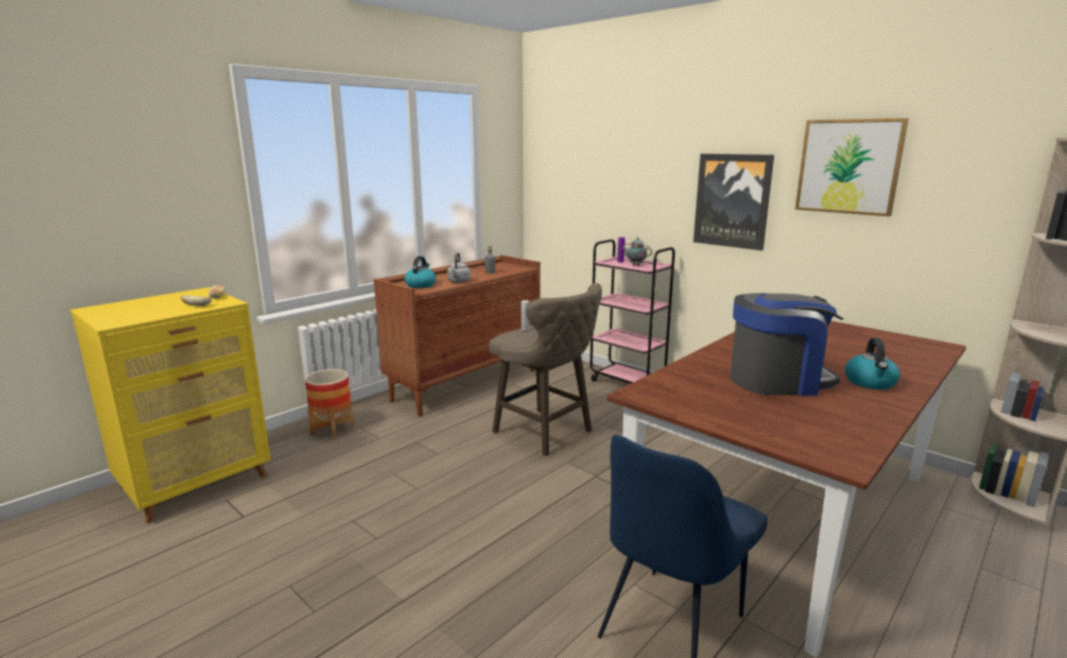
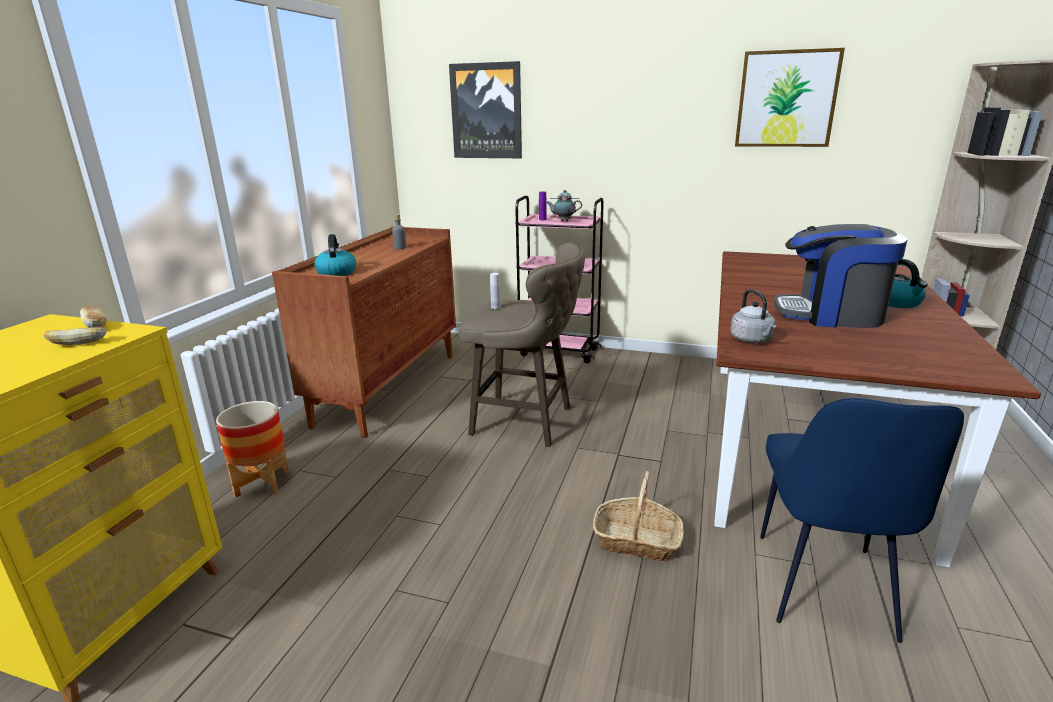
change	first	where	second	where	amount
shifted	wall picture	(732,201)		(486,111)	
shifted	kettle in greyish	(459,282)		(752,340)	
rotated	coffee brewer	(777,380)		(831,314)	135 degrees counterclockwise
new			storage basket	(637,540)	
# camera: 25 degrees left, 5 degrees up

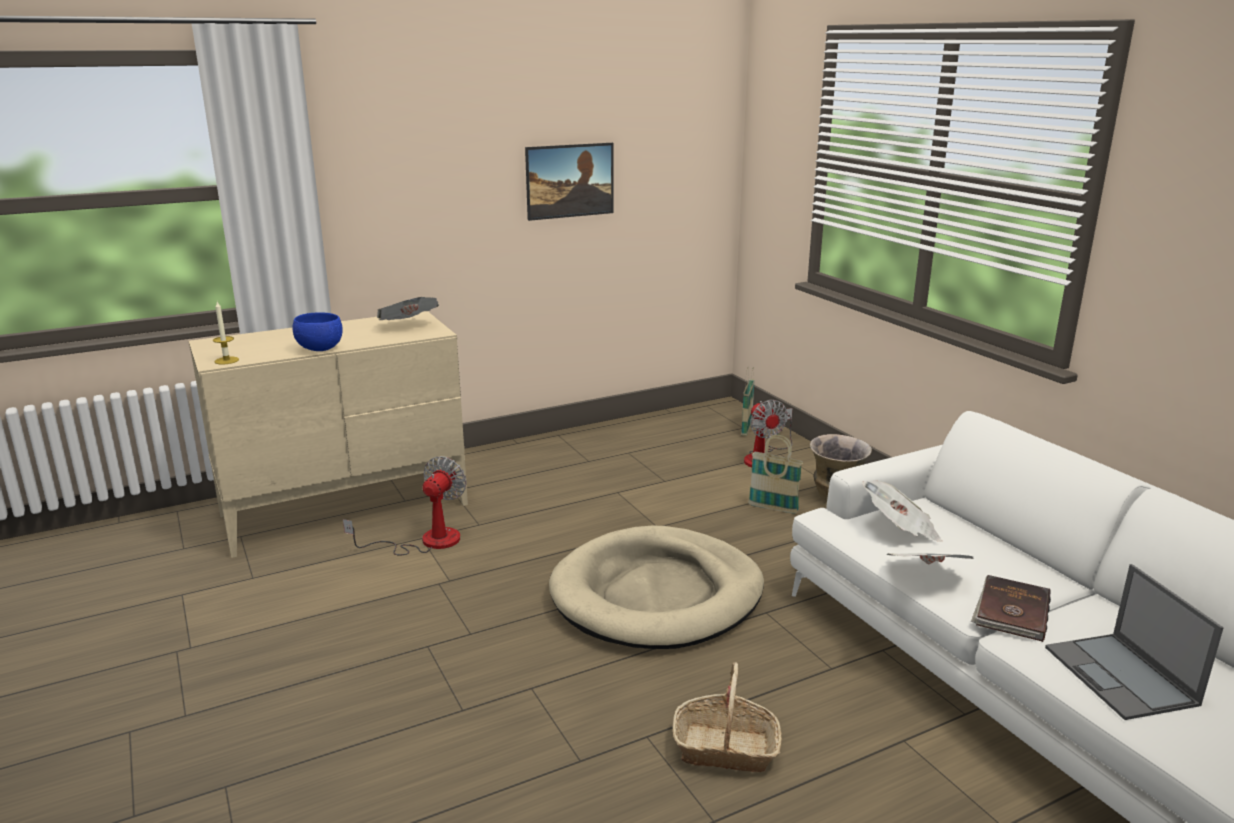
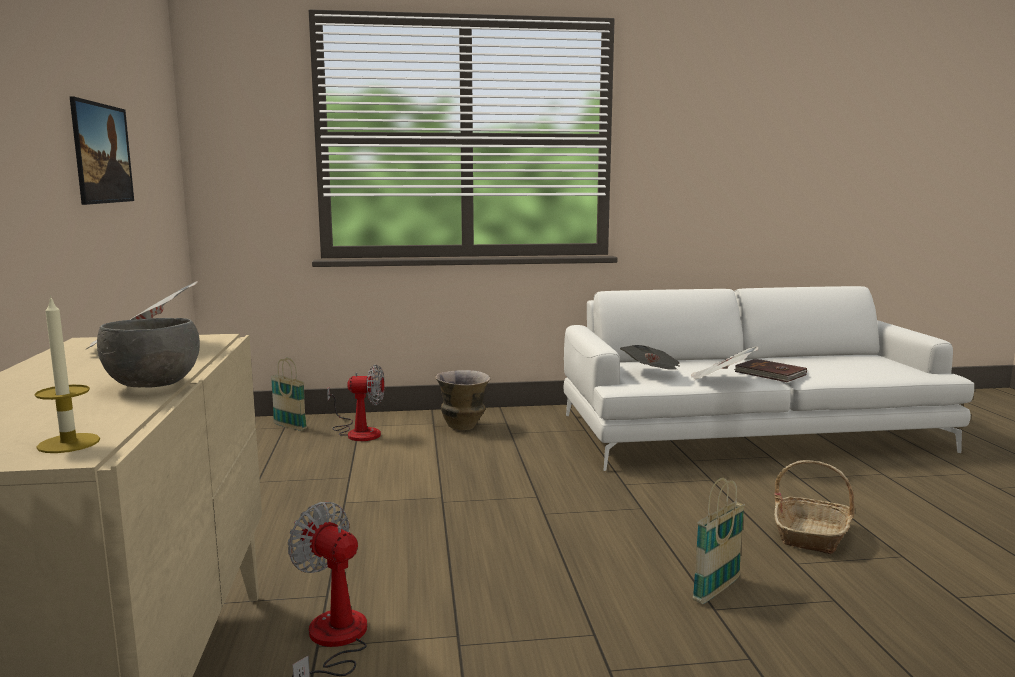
change	first	where	second	where	amount
repainted	deep dish in blue-coloured	(320,349)	deep dish in greyish	(155,385)	
shifted	storage basket	(773,508)		(716,590)	
gone	dog bed in sand-coloured	(657,595)			
gone	portable computer	(1121,677)			
# camera: 70 degrees left, 10 degrees down

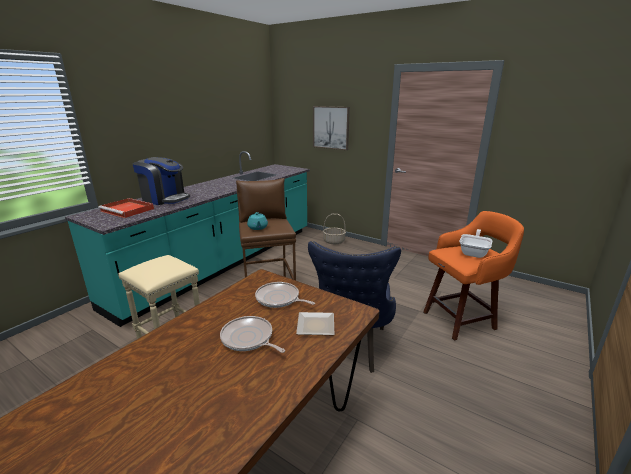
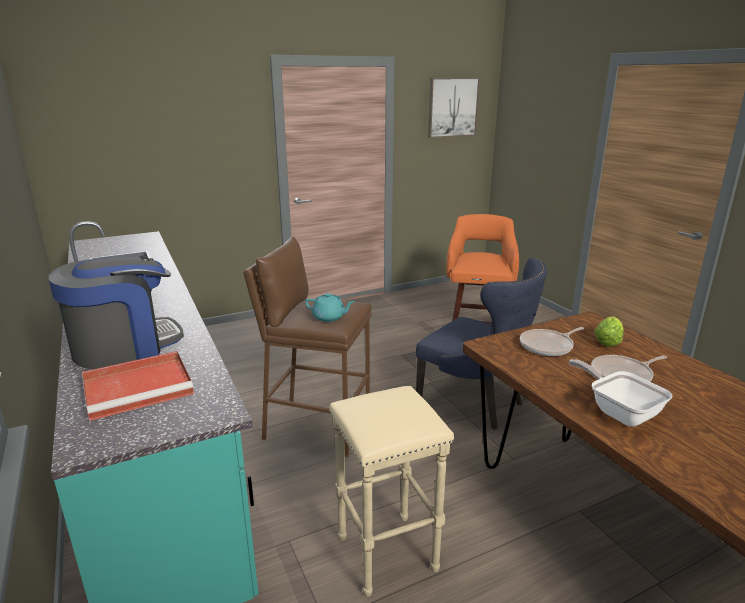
change	first	where	second	where	amount
shifted	wall picture	(331,127)		(452,107)	
gone	storage basket	(334,241)			
shifted	frying pan	(474,252)		(619,411)	
swapped	dinner plate	(314,325)	lettuce head	(608,341)	
# camera: 60 degrees left, 0 degrees up

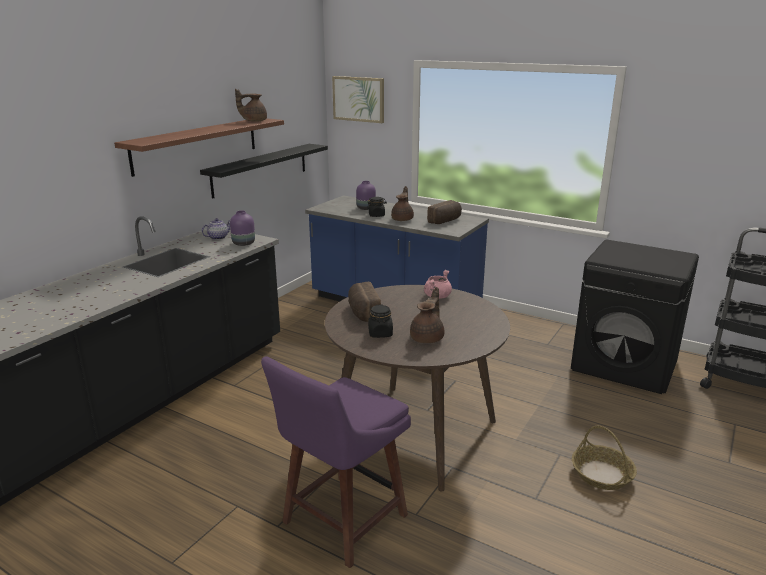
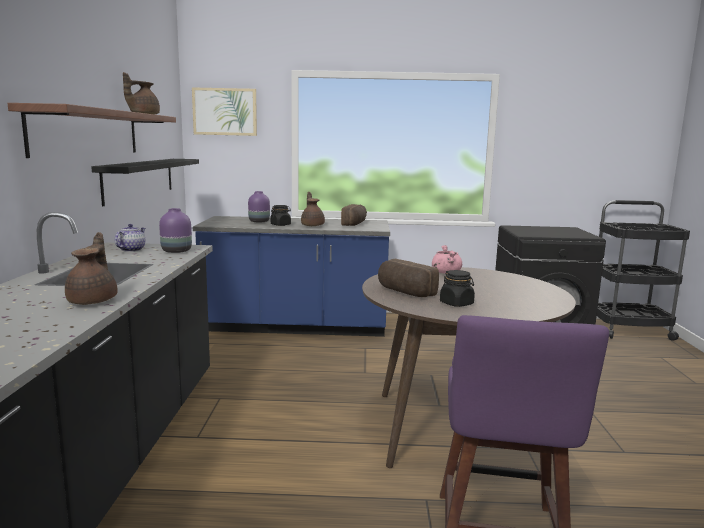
change	first	where	second	where	amount
shifted	tea pot in brown-coloured	(428,338)		(94,300)	
gone	storage basket	(602,474)			
# camera: 30 degrees left, 10 degrees down

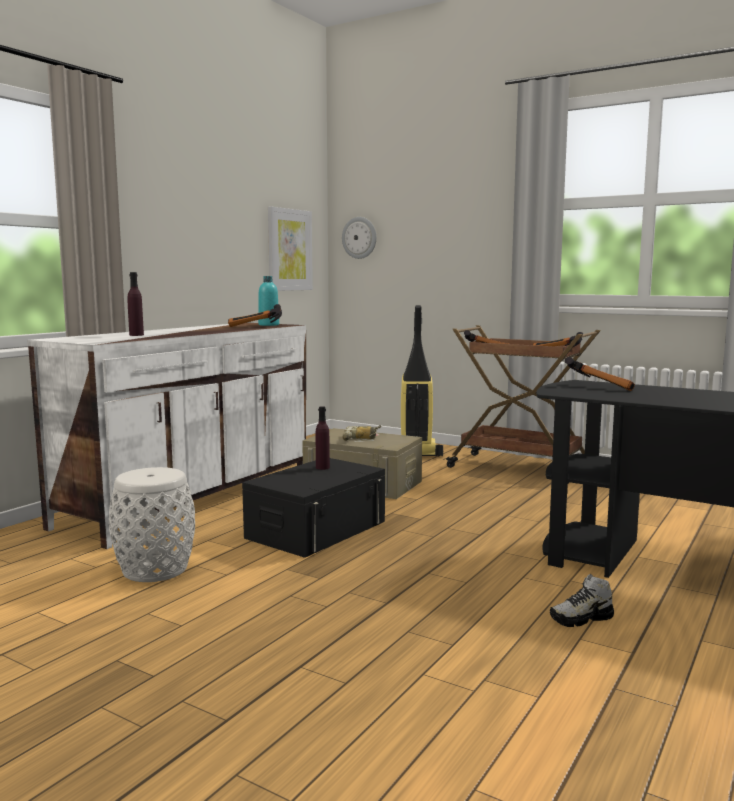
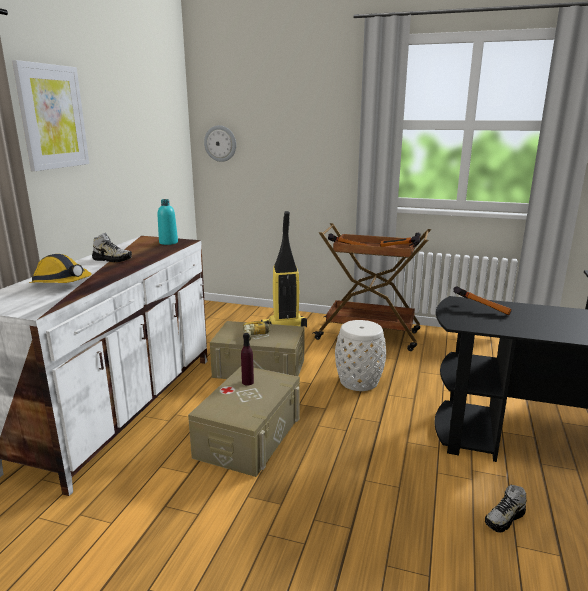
change	first	where	second	where	amount
shifted	wall picture	(289,250)		(52,117)	
swapped	bottle in purple-coloured	(136,335)	work helmet	(62,283)	
gone	tool hammer	(255,327)			
repainted	storage bin in black-coloured	(316,529)	storage bin in sand-coloured	(249,436)	
shifted	sitting stool in white	(155,570)		(358,381)	
new			shoe	(112,259)	
# camera: 15 degrees left, 10 degrees up

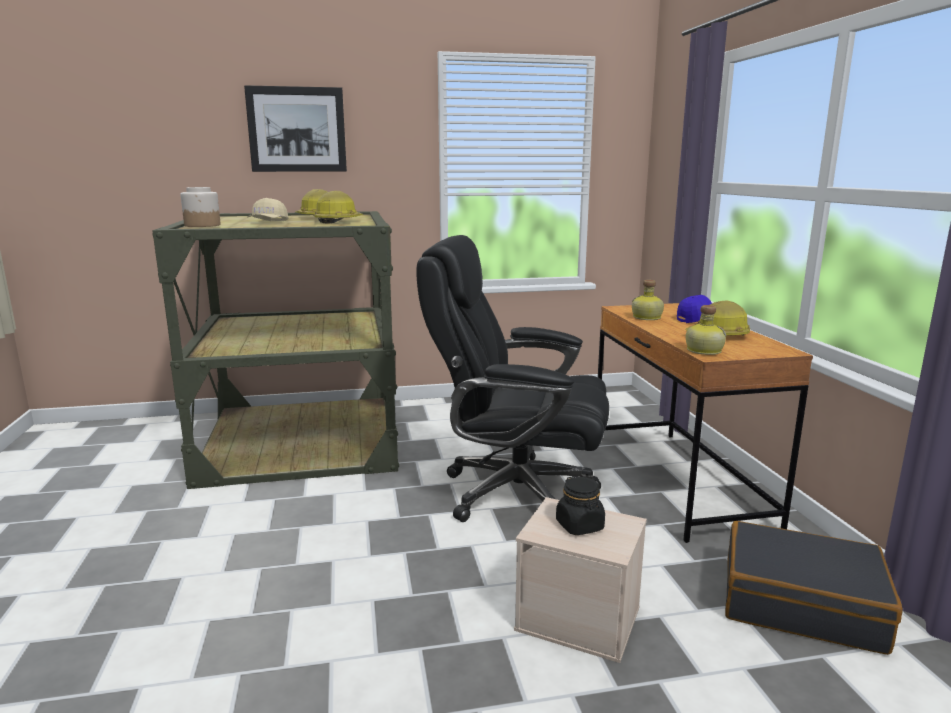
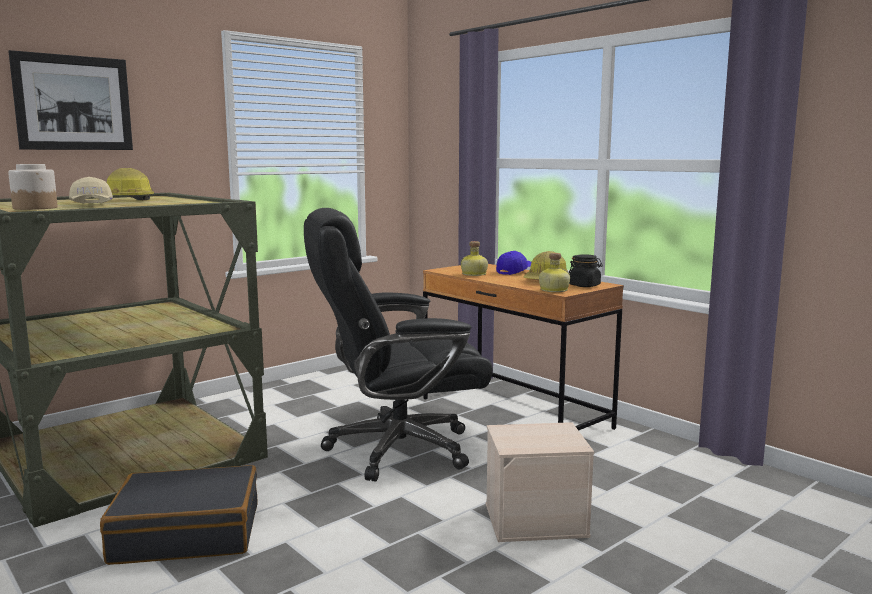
change	first	where	second	where	amount
gone	work helmet	(338,221)			
shifted	jar in black-coloured	(580,526)		(584,285)	
shifted	travel case in black-coloured	(801,603)		(187,533)	
# camera: 30 degrees left, 5 degrees down

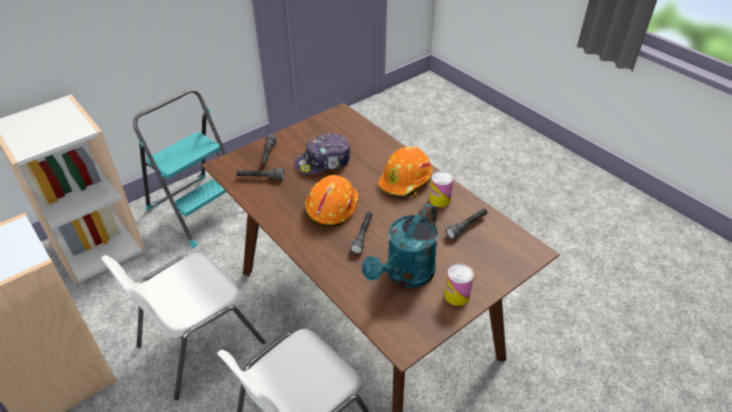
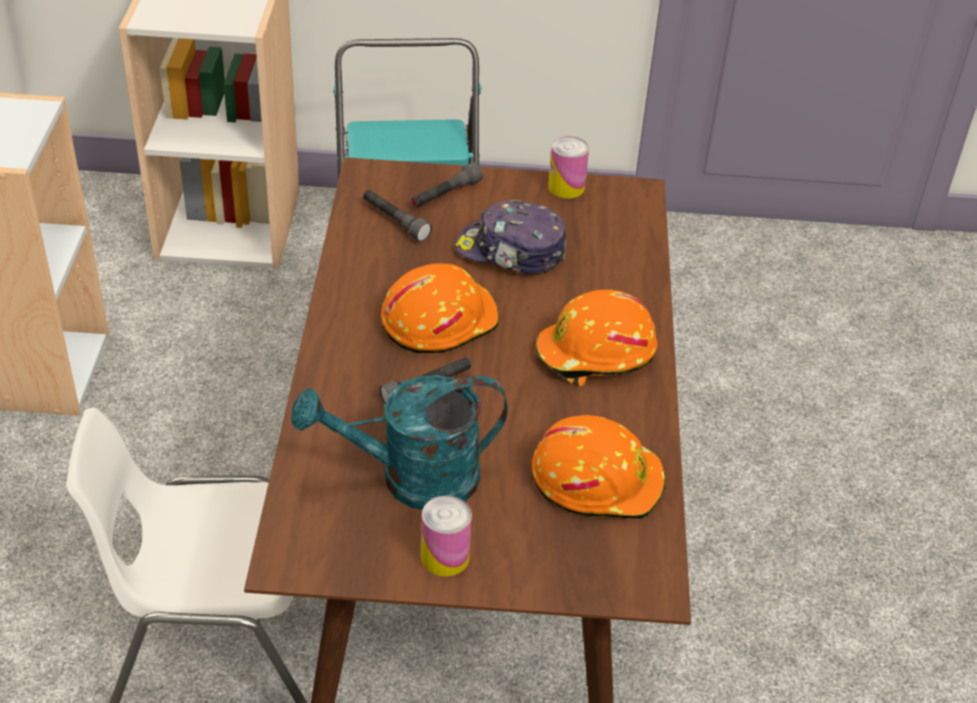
change	first	where	second	where	amount
shifted	metal can	(439,199)		(566,187)	
swapped	torch in greyish	(467,226)	work helmet in orangey	(597,479)	
gone	upright chair in white	(198,344)			
# camera: 40 degrees right, 0 degrees up

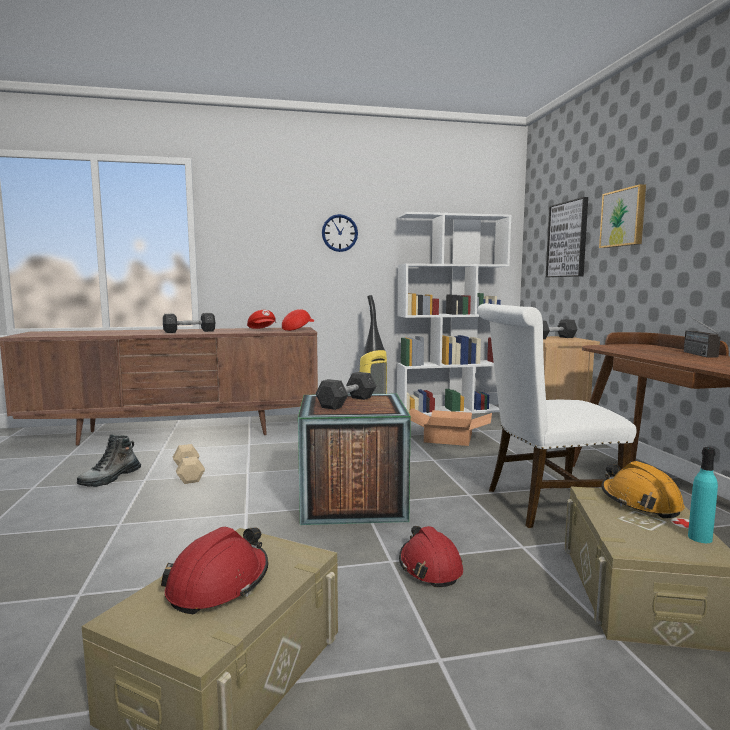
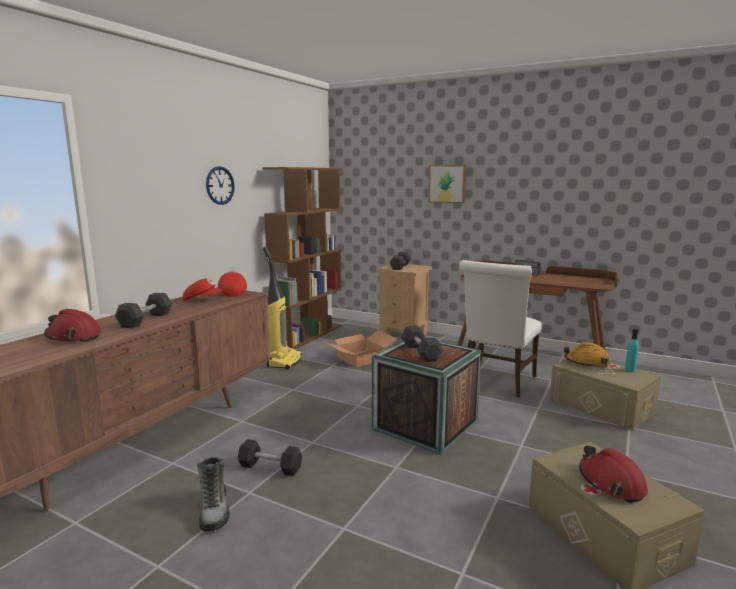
change	first	where	second	where	amount
gone	wall picture	(567,239)			
repainted	shelving unit in white	(450,410)	shelving unit in brown-coloured	(308,335)	
repainted	free weight in sand-coloured	(188,473)	free weight in black-coloured	(270,467)	
shifted	work helmet in reddish	(430,567)		(73,337)	
# camera: 50 degrees left, 5 degrees up

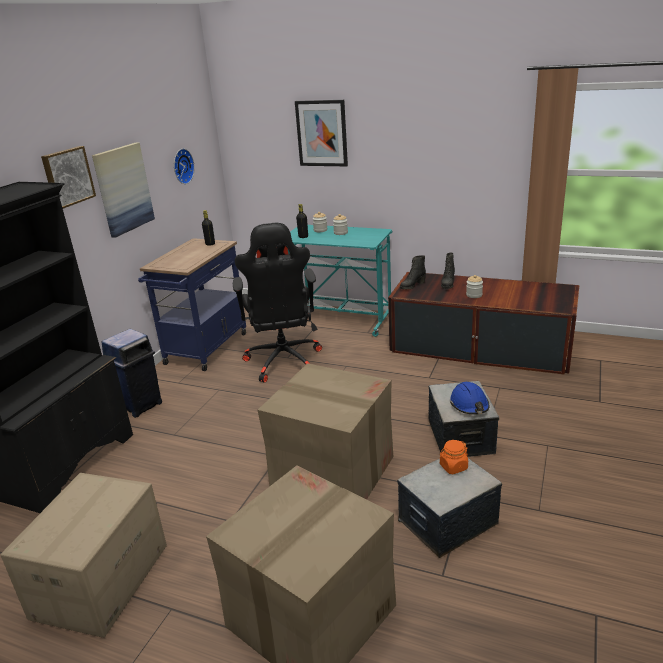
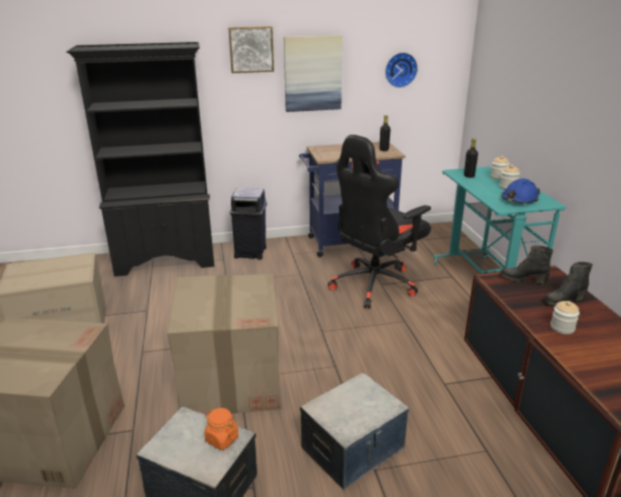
change	first	where	second	where	amount
gone	wall picture	(322,133)			
shifted	work helmet in blue-coloured	(469,405)		(519,199)	
# camera: 55 degrees right, 0 degrees up

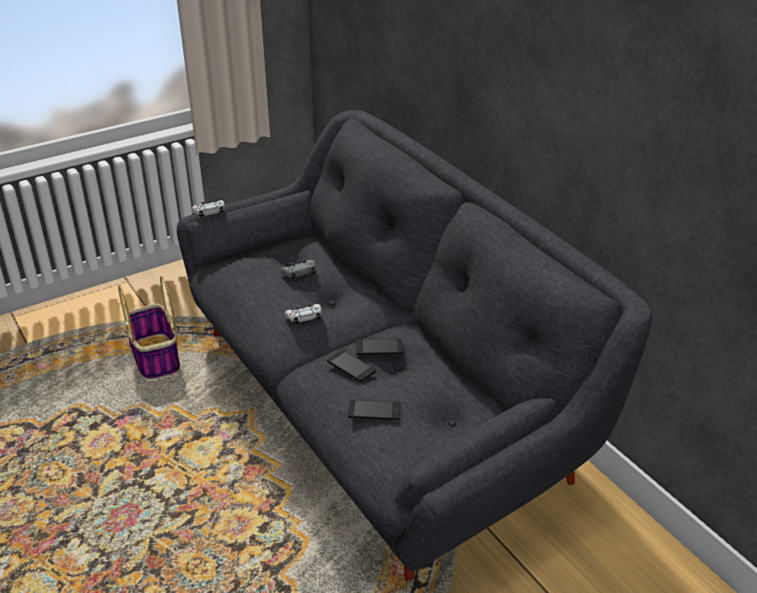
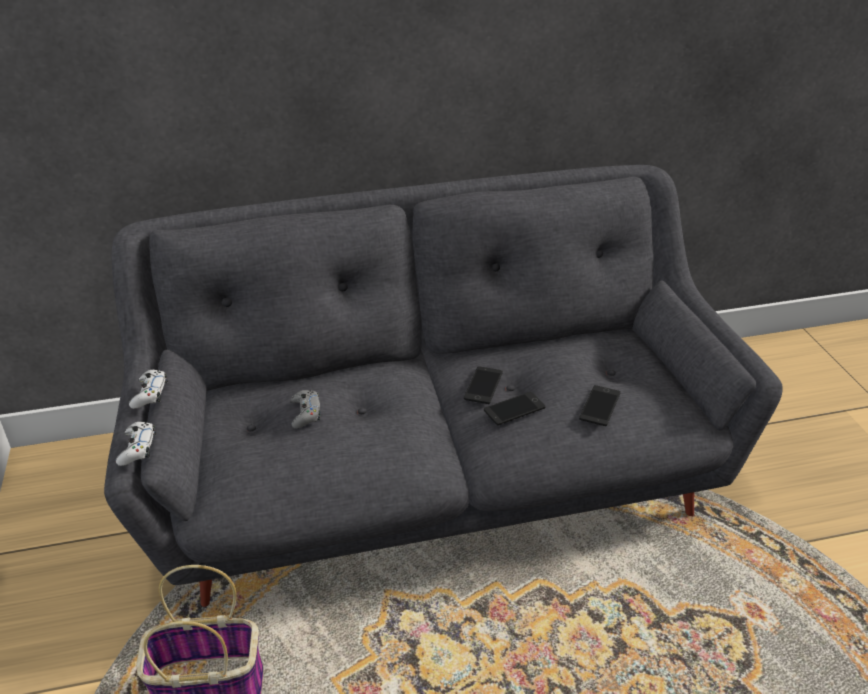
change	first	where	second	where	amount
shifted	game controller in white	(304,317)		(150,394)	
# camera: 70 degrees left, 0 degrees up

